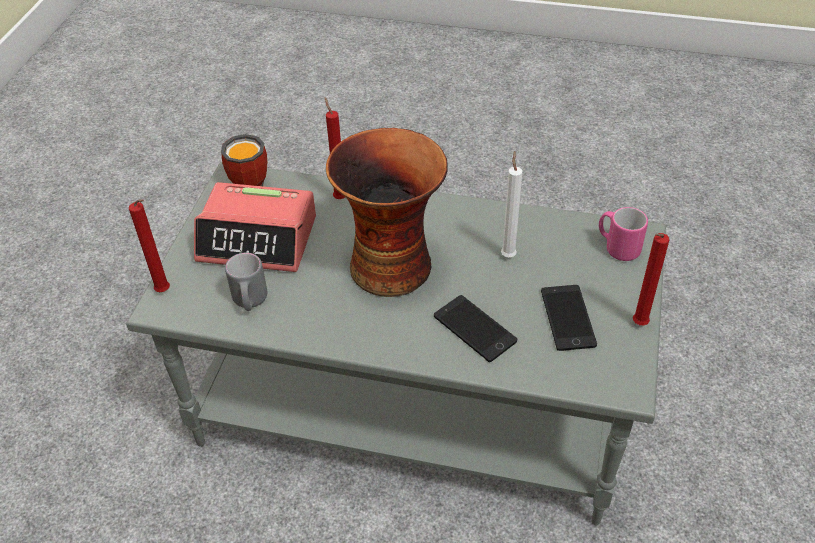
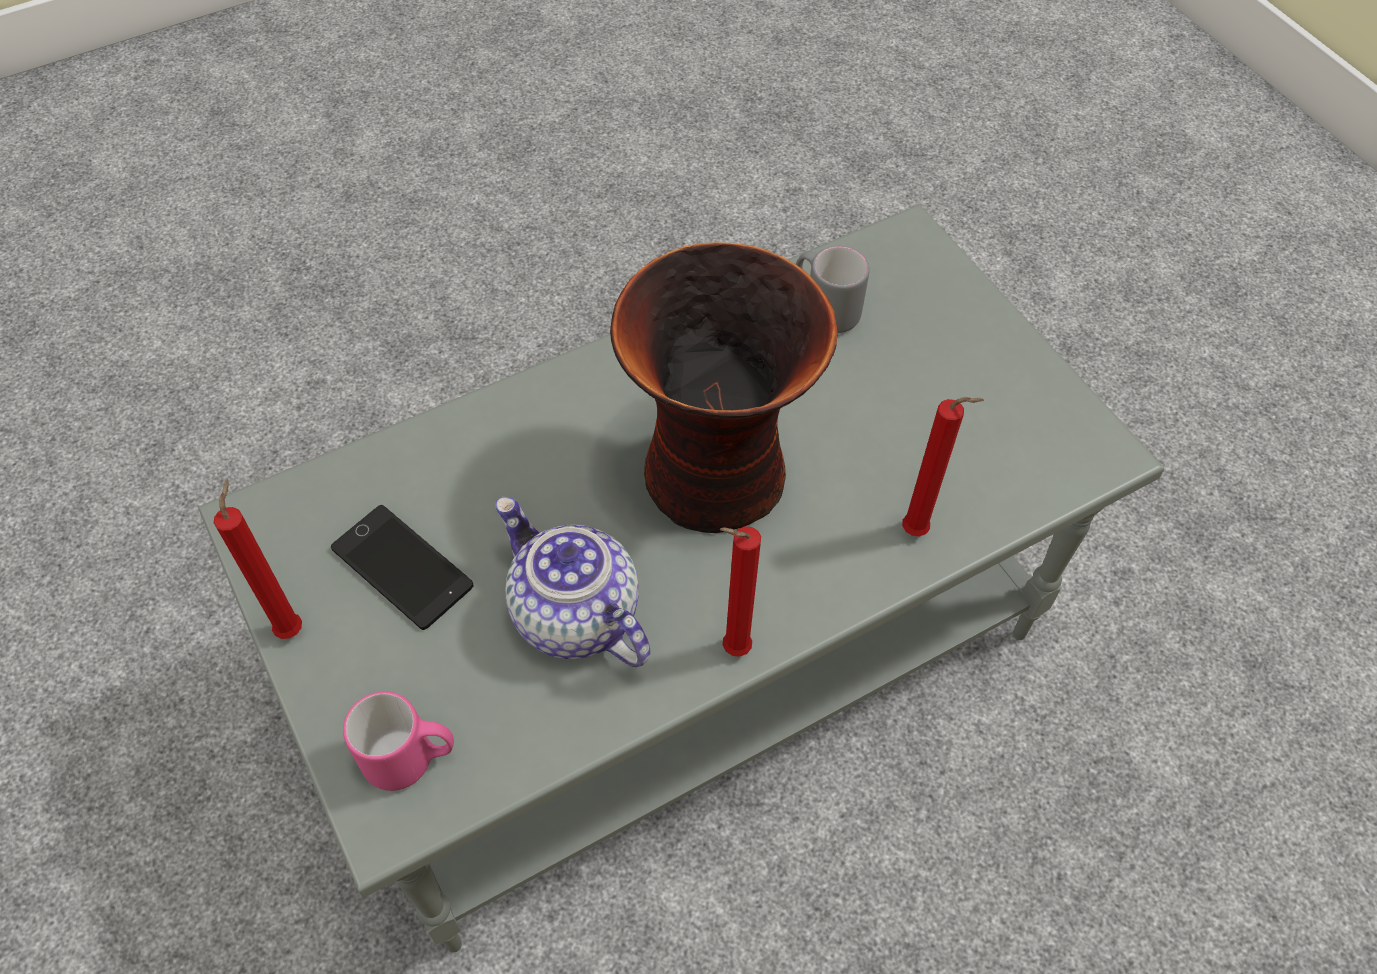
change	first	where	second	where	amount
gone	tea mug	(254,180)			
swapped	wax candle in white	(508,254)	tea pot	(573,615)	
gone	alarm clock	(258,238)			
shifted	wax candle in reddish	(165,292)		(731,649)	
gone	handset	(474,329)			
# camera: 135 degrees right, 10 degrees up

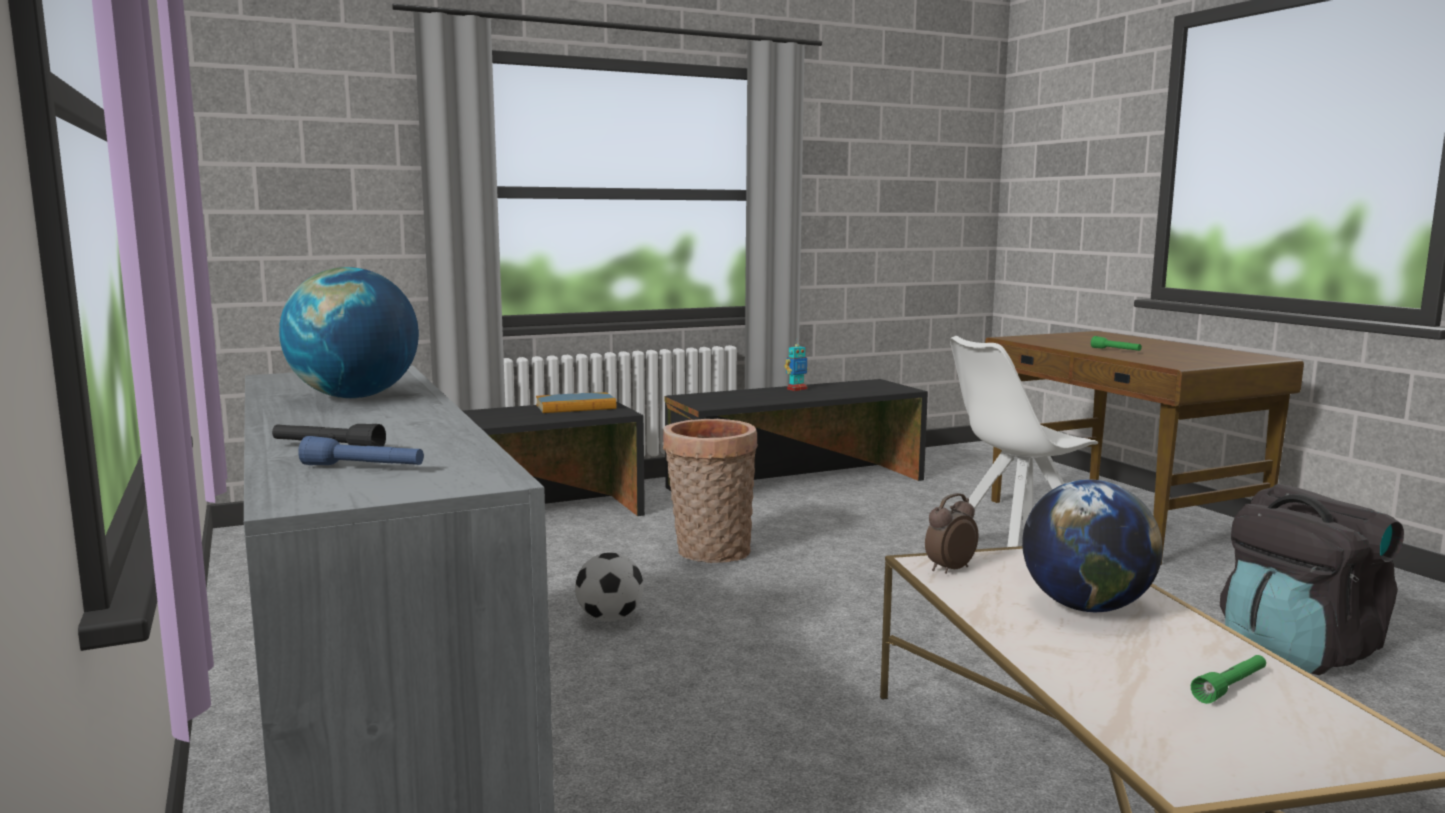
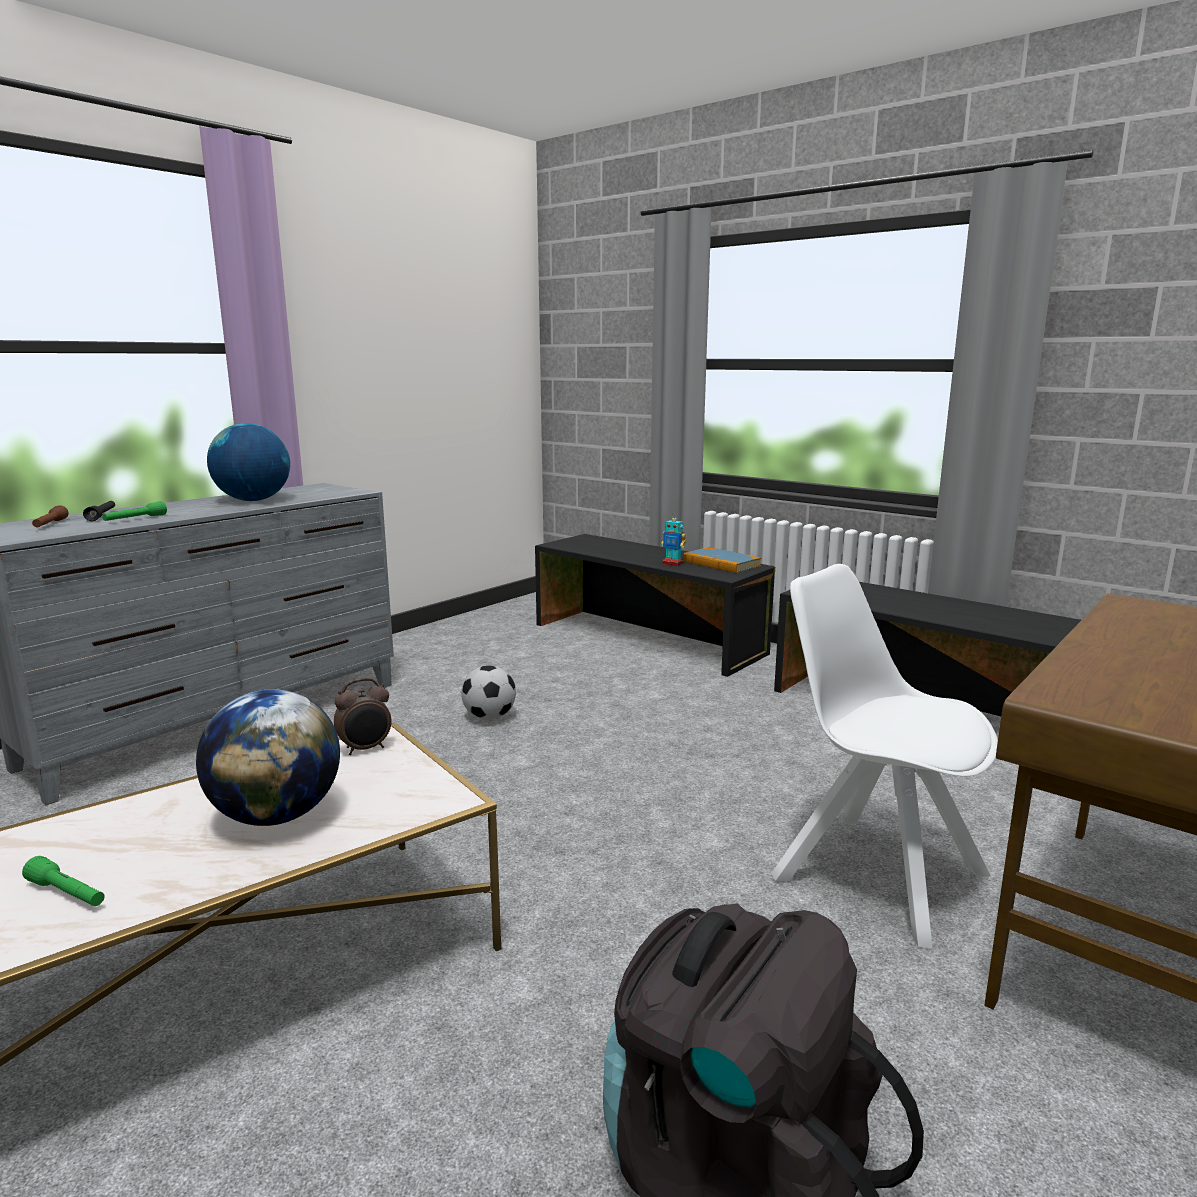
change	first	where	second	where	amount
shifted	torch in greenish	(1116,350)		(135,519)	
shifted	robot figure	(796,389)		(672,563)	
gone	storage basket	(710,553)			
repainted	torch in blue-coloured	(363,468)	torch in brown-coloured	(50,525)	
rotated	alarm clock	(948,569)		(366,749)	120 degrees clockwise
# camera: 65 degrees right, 5 degrees up

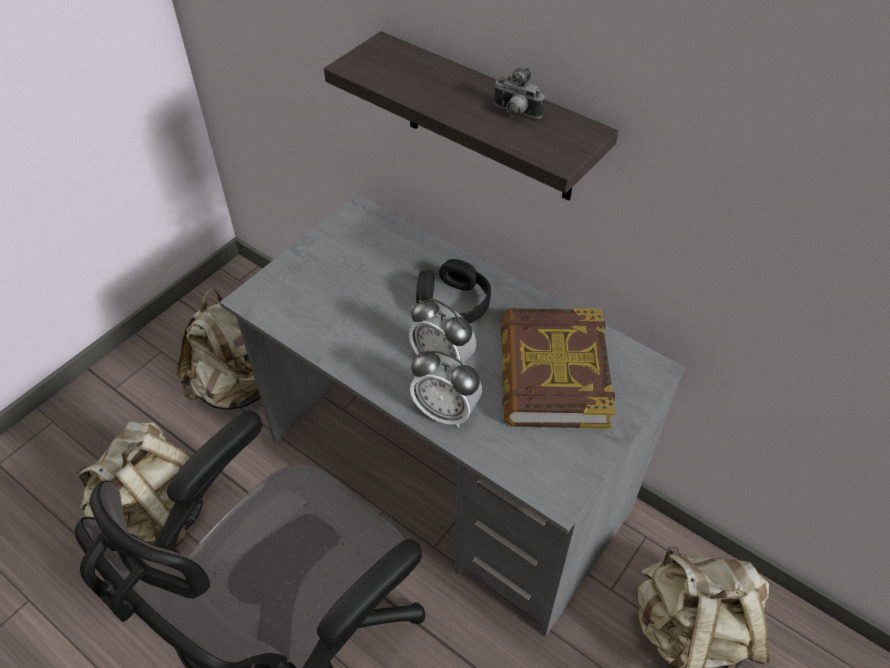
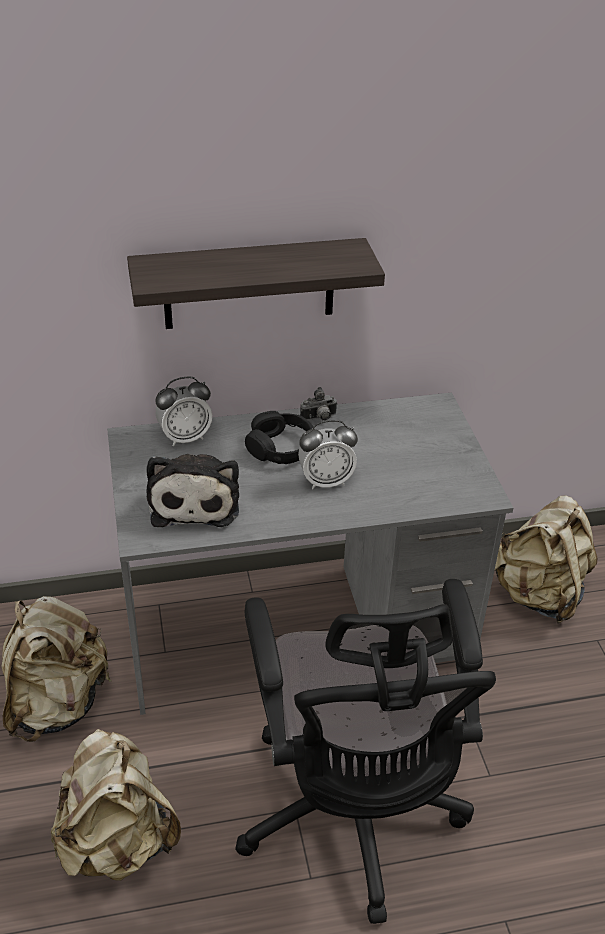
change	first	where	second	where	amount
shifted	still camera	(515,113)		(319,418)	
gone	book	(552,374)			
shifted	alarm clock	(445,411)		(185,437)	
new			soft toy	(195,501)	
# camera: 50 degrees left, 10 degrees down

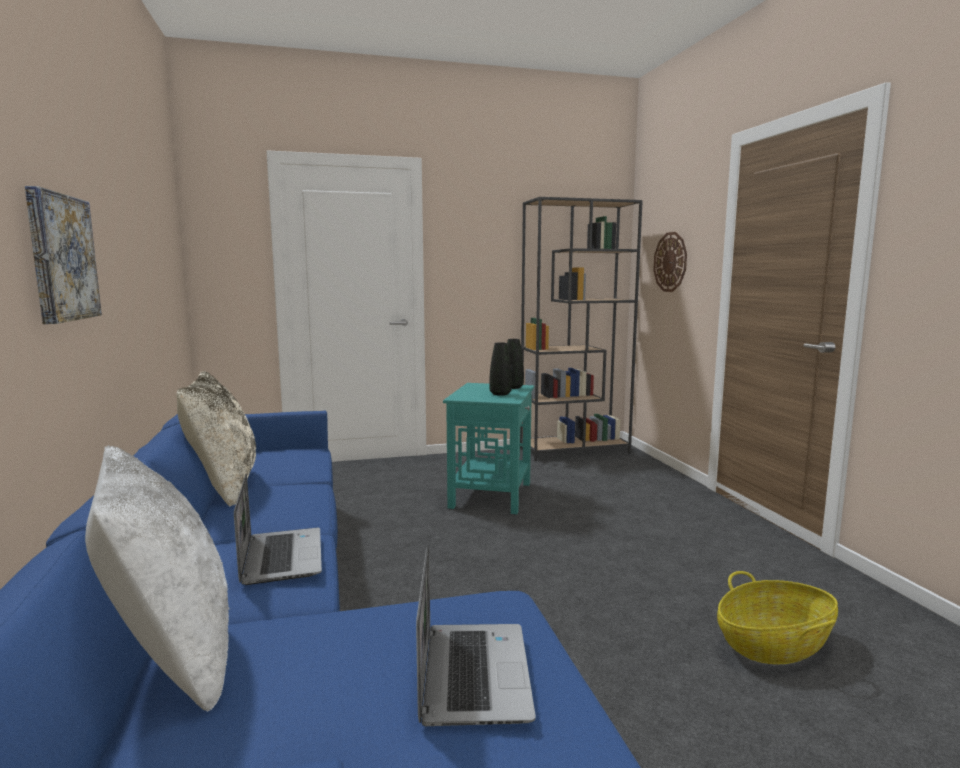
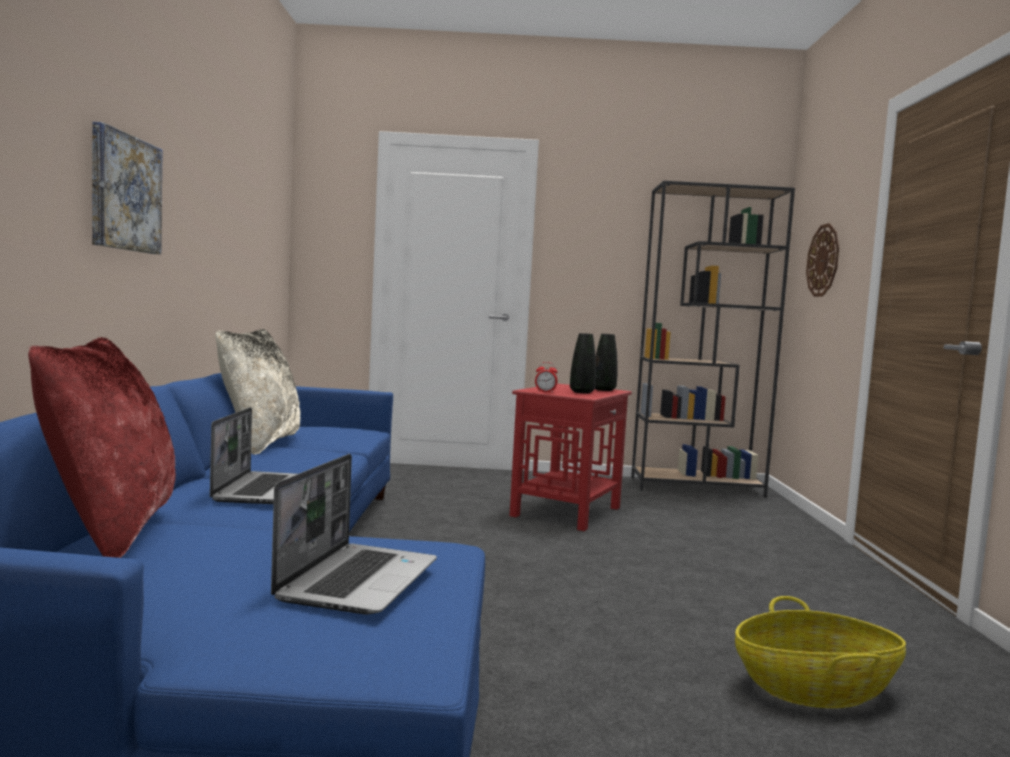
change	first	where	second	where	amount
repainted	end table in turquoise-coloured	(491,494)	end table in reddish	(567,511)	
repainted	cushion in white	(171,658)	cushion in reddish	(112,532)	
new			alarm clock	(545,392)	
# camera: 15 degrees right, 5 degrees down

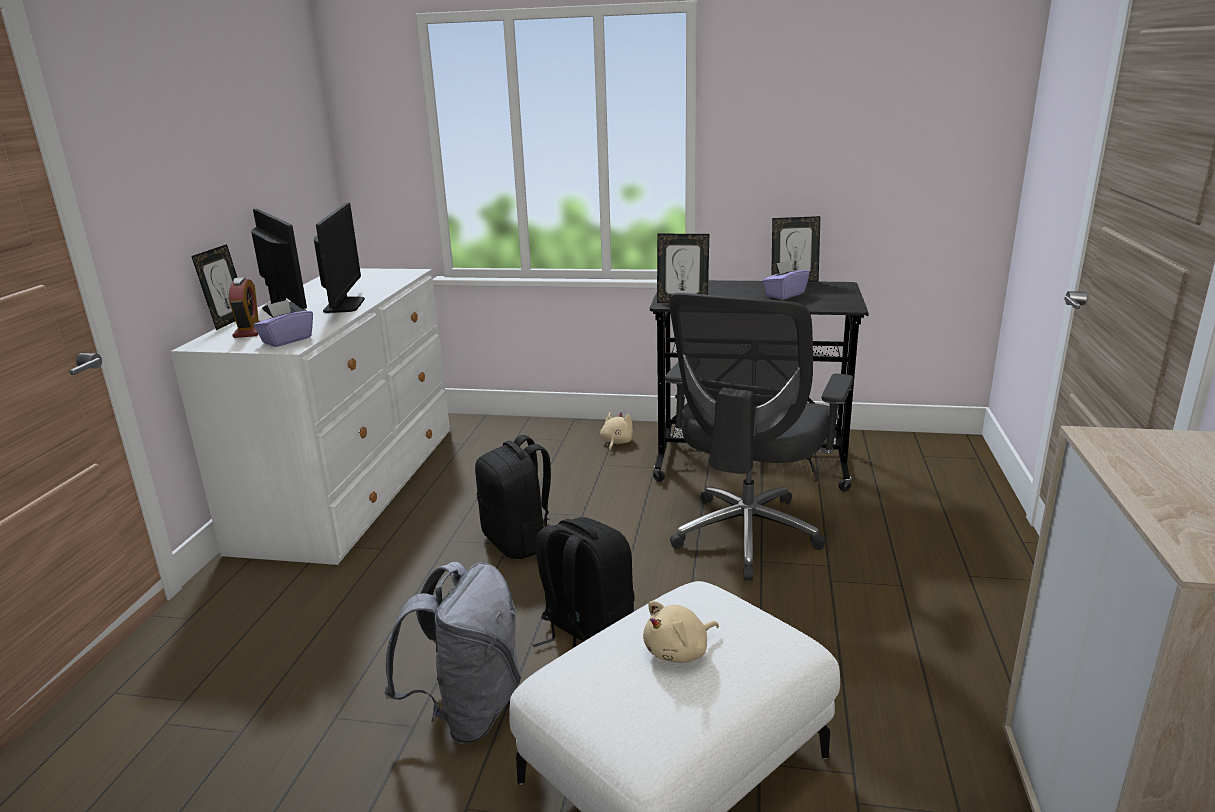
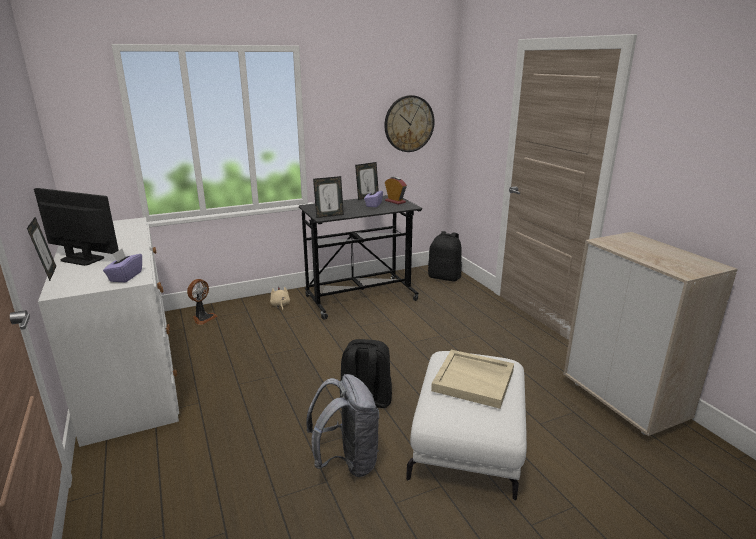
change	first	where	second	where	amount
gone	computer display	(344,305)			
shifted	alarm clock	(249,331)		(395,201)	
gone	office chair	(746,532)			
shifted	rucksack in black-coloured	(519,542)		(444,277)	
swapped	soft toy in sand-coloured	(679,652)	carrying tray in sand-coloured	(474,380)	
new			wall clock	(409,124)	
new			fan	(203,318)	
# camera: 35 degrees left, 0 degrees up

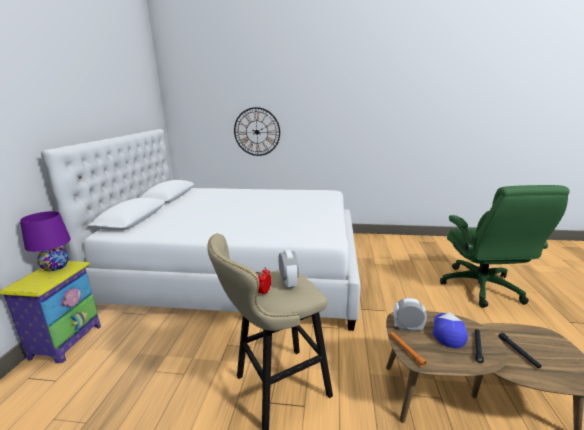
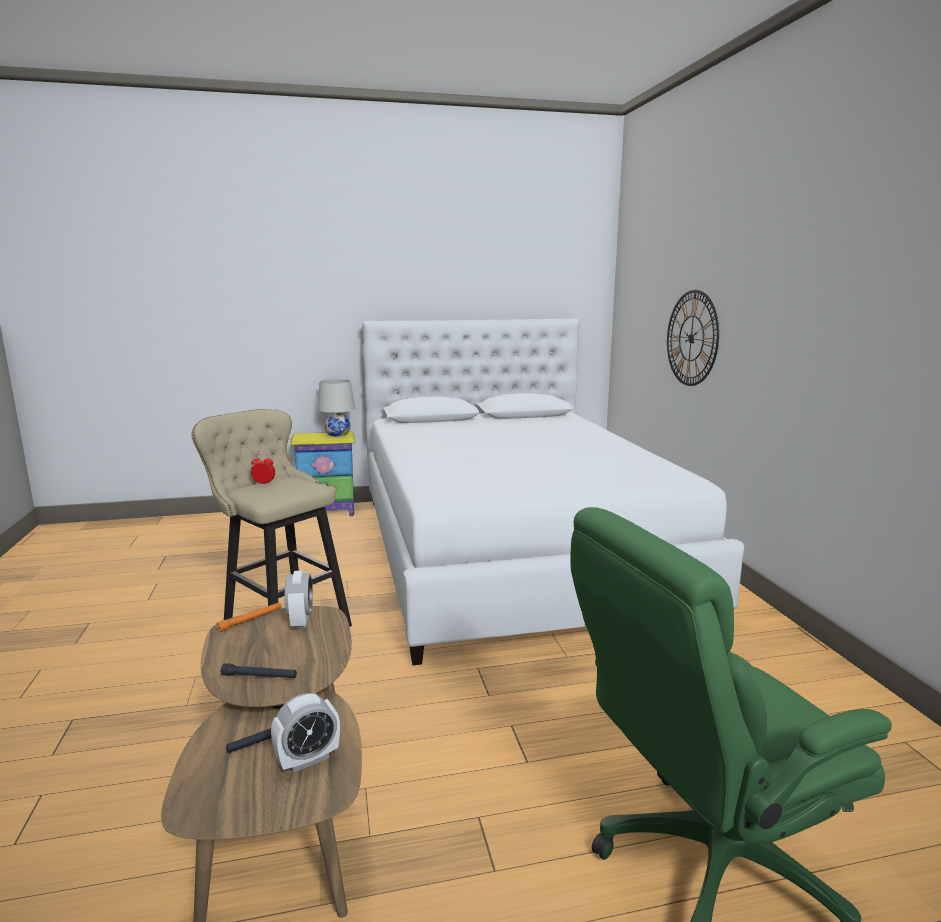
change	first	where	second	where	amount
repainted	lamp for a table in purple-coloured	(55,266)	lamp for a table in white	(337,434)	
shifted	alarm clock	(288,282)		(308,759)	
gone	baseball cap	(447,332)			
# camera: 70 degrees right, 5 degrees down

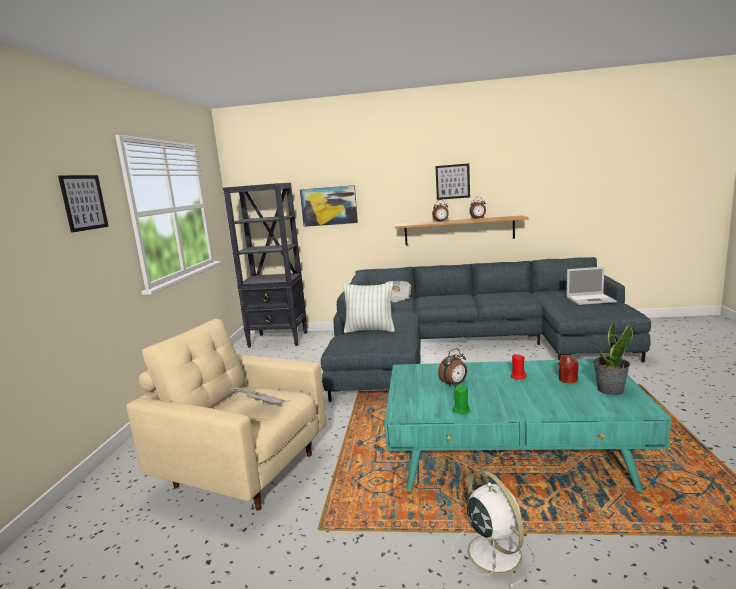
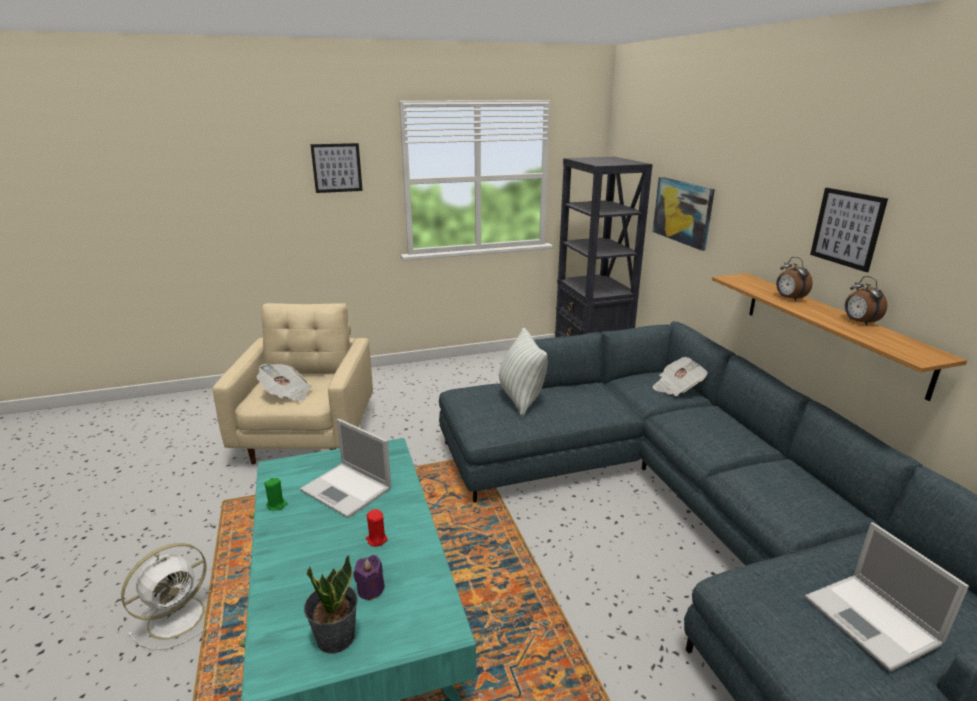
change	first	where	second	where	amount
swapped	alarm clock	(454,384)	portable computer	(347,490)	
repainted	wax candle in reddish	(567,379)	wax candle in purple-coloured	(370,589)	
# camera: 65 degrees right, 10 degrees up

